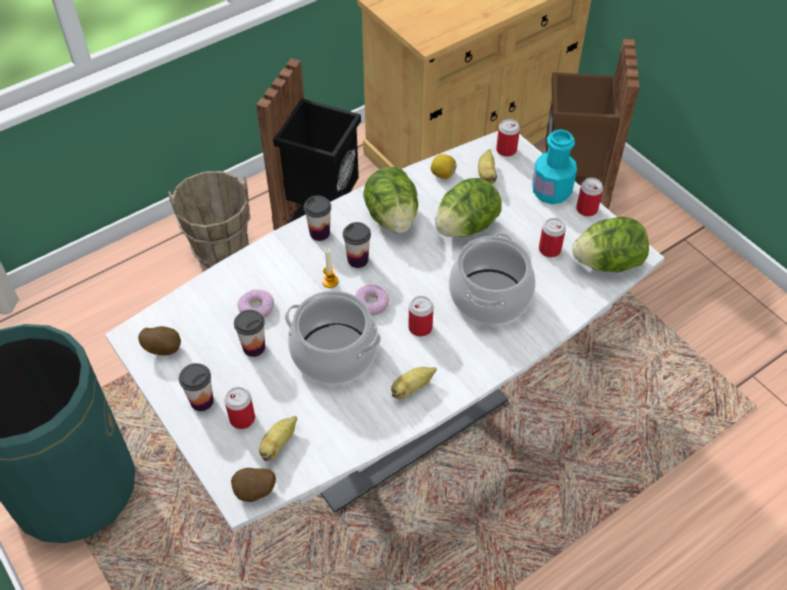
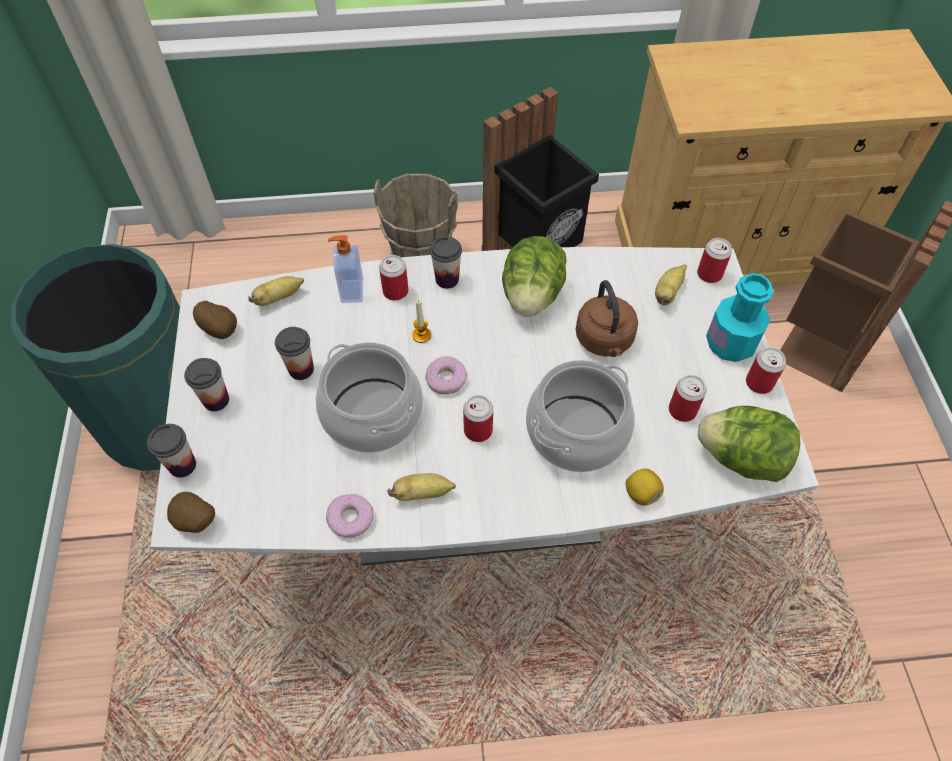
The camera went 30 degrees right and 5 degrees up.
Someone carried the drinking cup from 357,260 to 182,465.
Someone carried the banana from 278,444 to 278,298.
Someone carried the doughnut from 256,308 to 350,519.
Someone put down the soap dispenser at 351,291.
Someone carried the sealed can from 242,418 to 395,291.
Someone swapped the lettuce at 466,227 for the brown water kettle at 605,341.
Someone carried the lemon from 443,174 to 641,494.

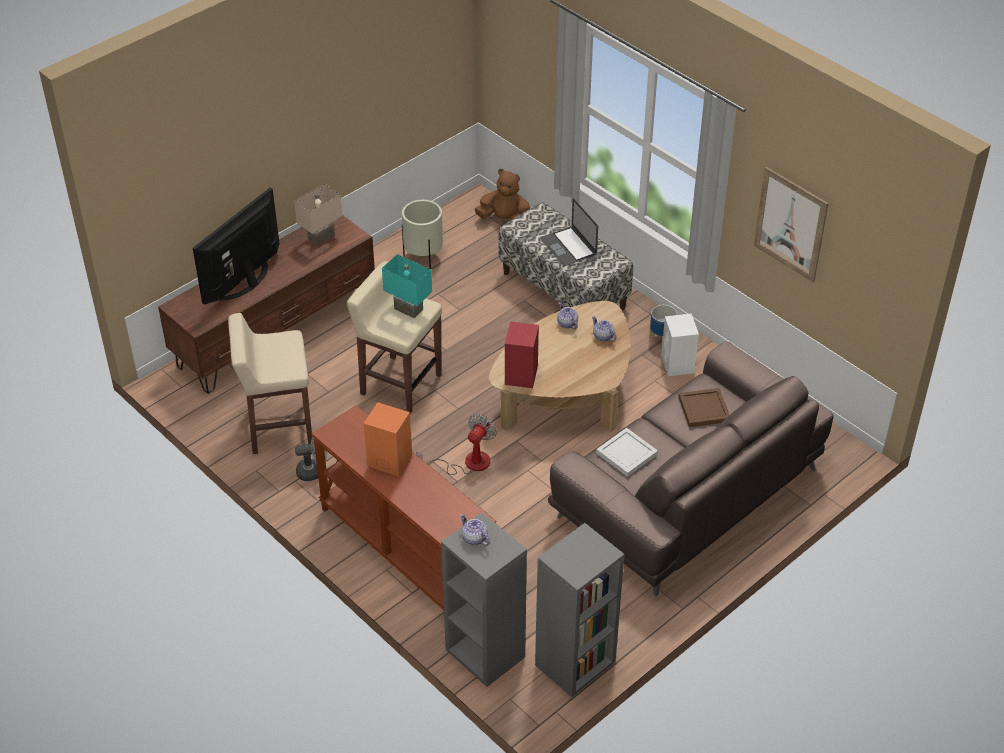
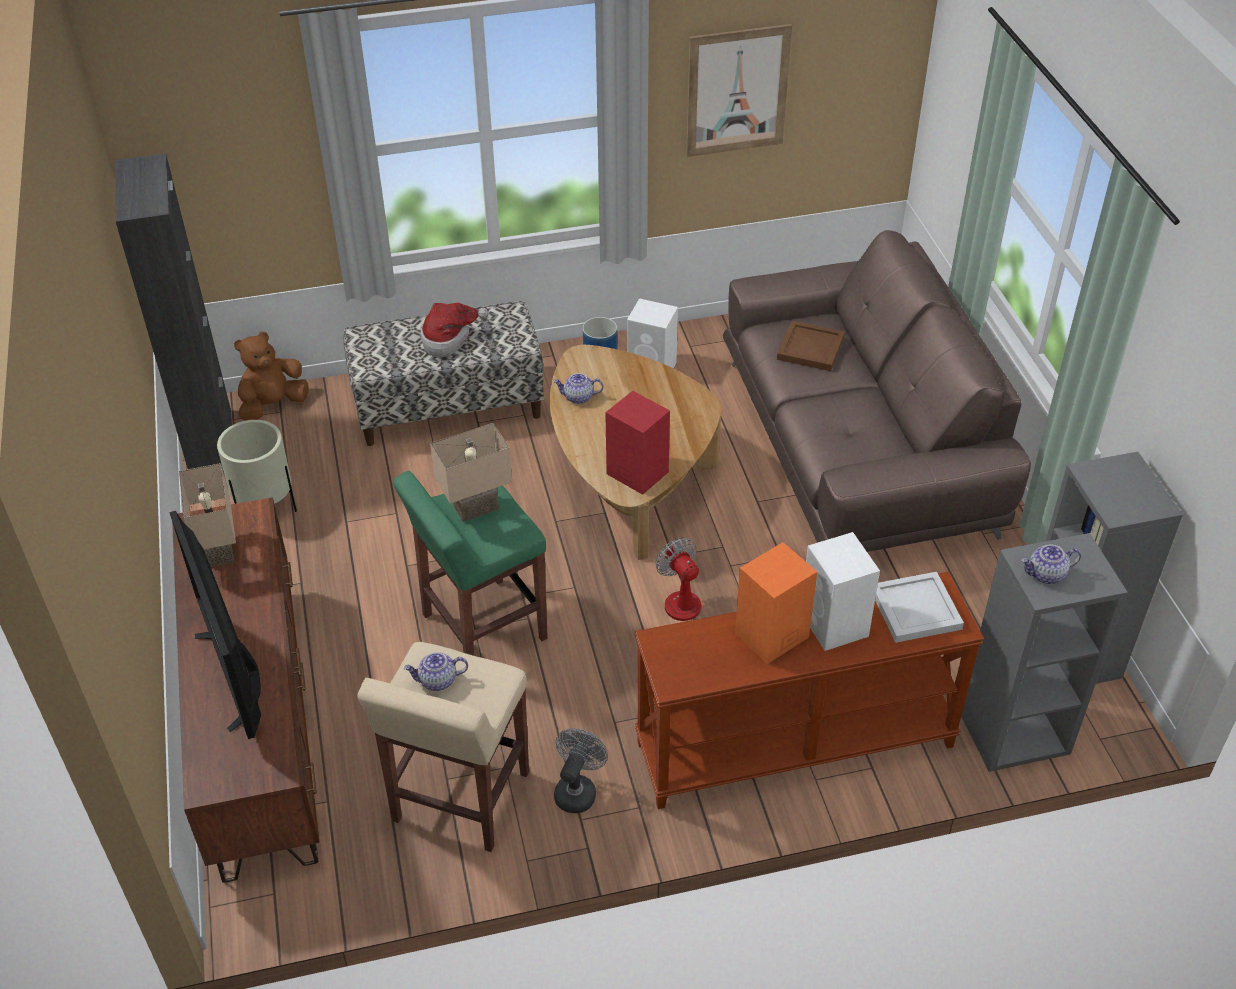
The camera went 60 degrees left and 0 degrees up.
Someone put down the blackish cabinet at 211,444.
Someone repainted the sand-coloured sitting stool at 400,384, which became the green sitting stool at 482,627.
Someone carried the teapot from 603,336 to 437,681.
Someone swapped the notebook computer at 568,246 for the wearable hat at 448,339.
Someone repainted the turquoise table lamp at 407,310, which became the sand-coloured table lamp at 476,509.
Someone put down the white-coloured speaker at 834,625.
Someone carried the white-coloured carrying tray from 627,454 to 916,608.

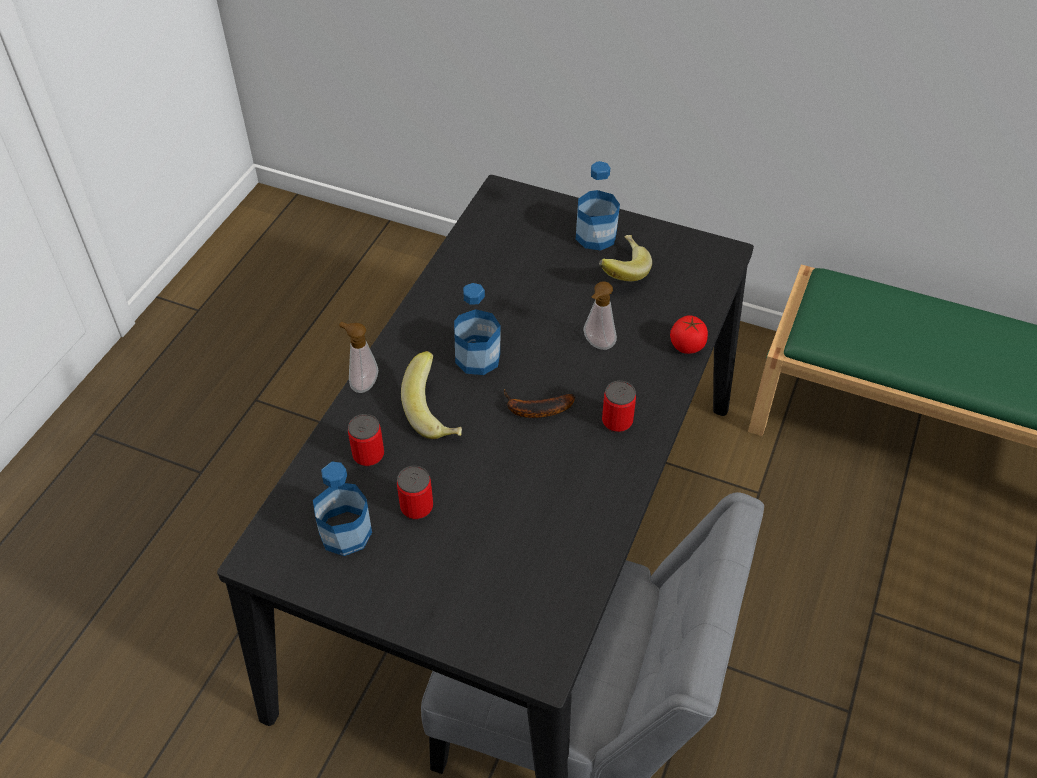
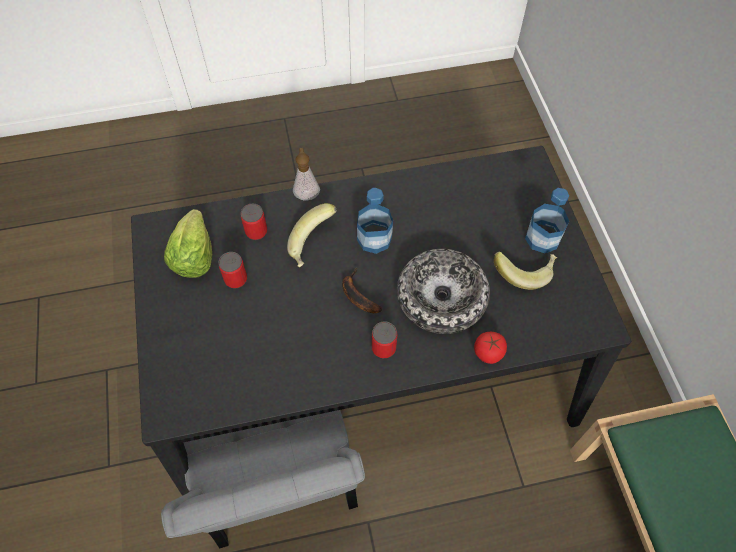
The camera went 55 degrees right and 10 degrees up.
Someone swapped the beverage bottle at 345,533 for the lettuce at 194,256.
Someone swapped the soap dispenser at 597,345 for the bowl at 441,298.

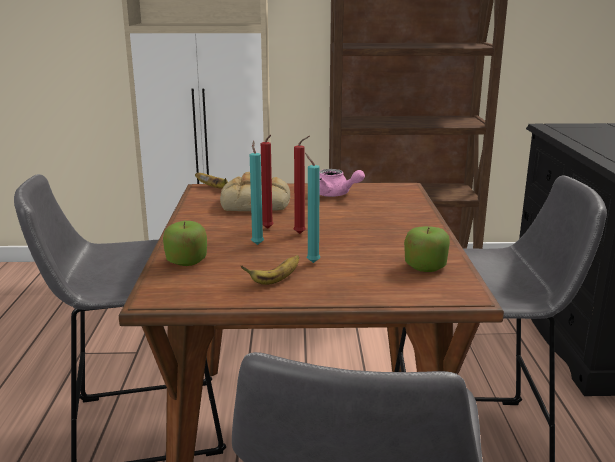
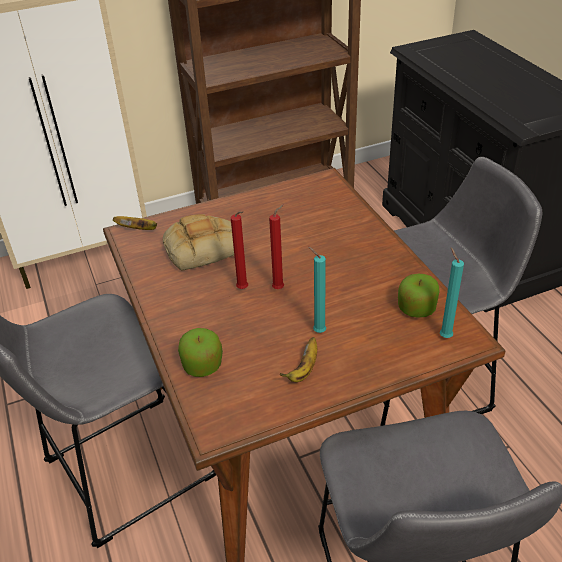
The camera went 20 degrees left and 20 degrees up.
Someone carried the turquoise wax light from 257,244 to 444,335.
Someone took away the pink-coloured teapot at 335,195.

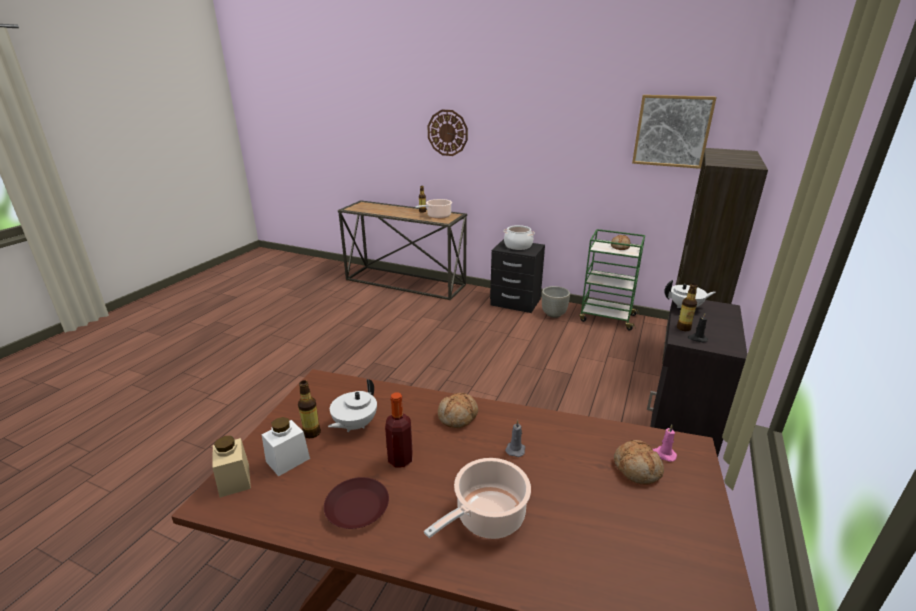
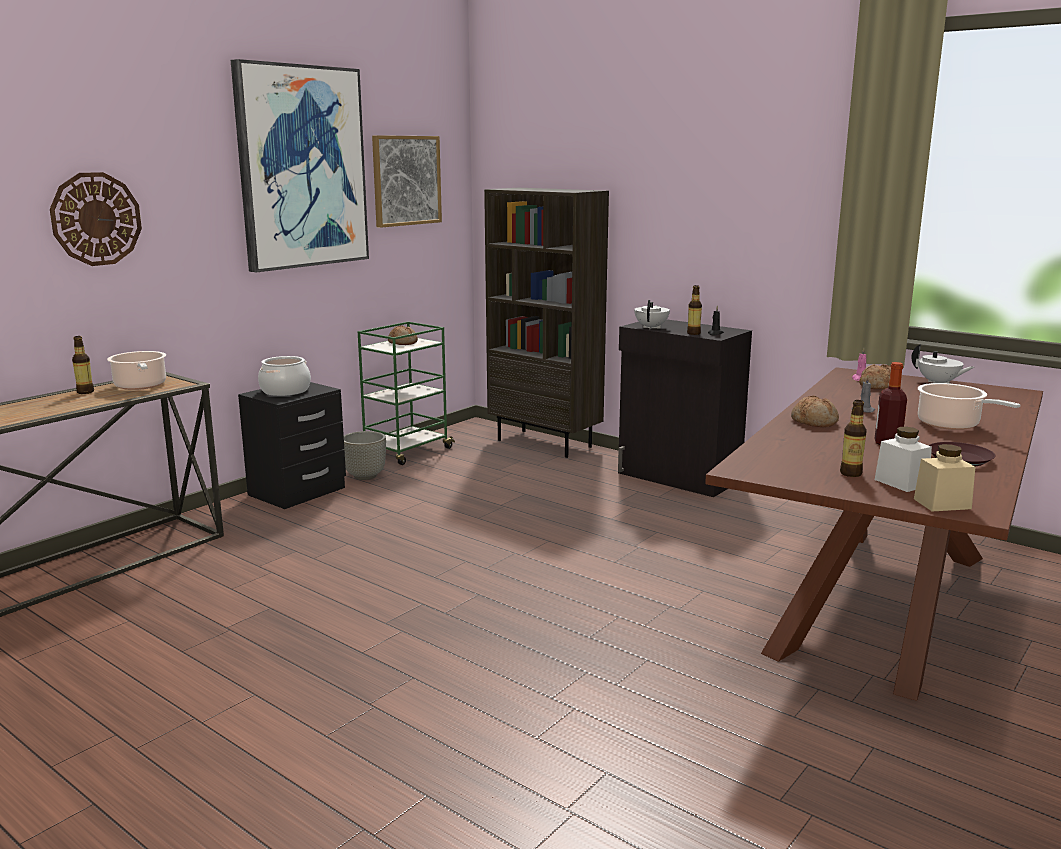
The camera went 75 degrees left and 10 degrees down.
Someone put up the wall art at 301,167.
Someone carried the white-coloured teapot from 354,425 to 938,383.

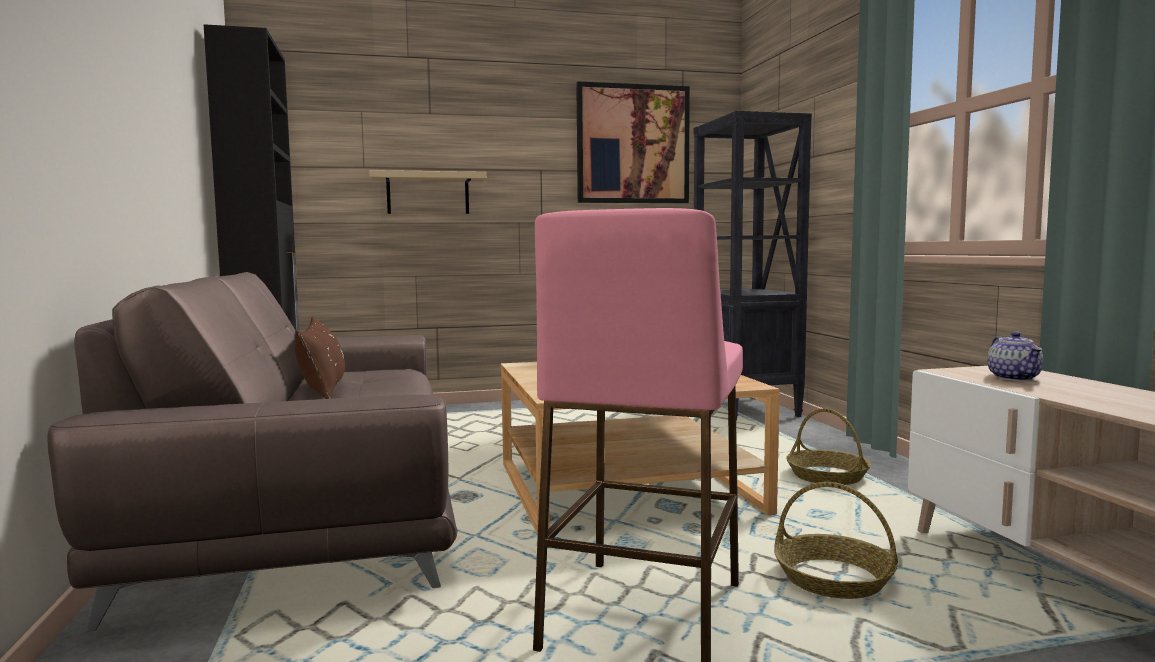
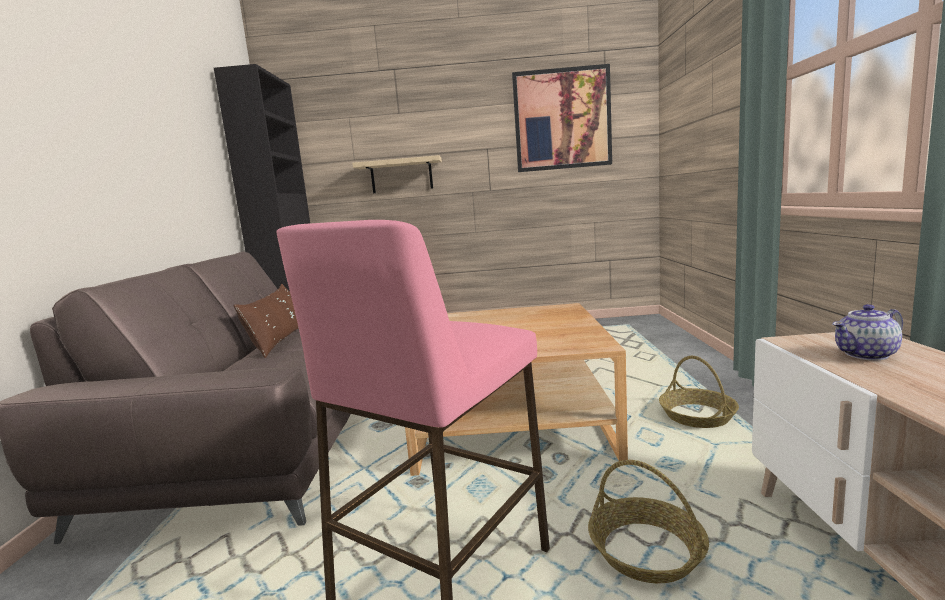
The camera went 15 degrees right and 5 degrees up.
Someone rotated the teapot at 1014,378 by 60 degrees clockwise.
Someone took away the blackish bookcase at 745,409.

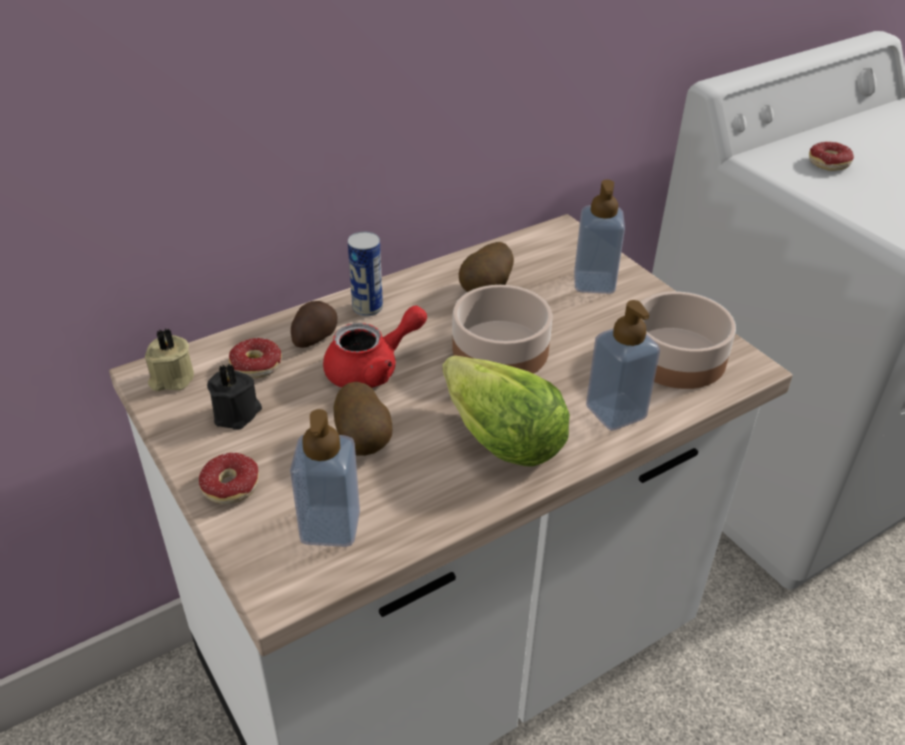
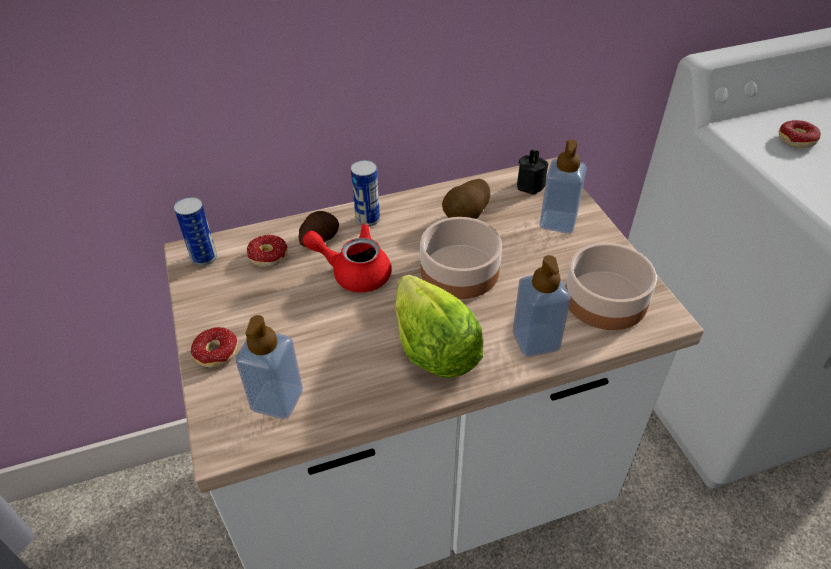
The camera went 15 degrees right and 5 degrees up.
Someone swapped the sand-coloured wax light at 171,378 for the sealed can at 204,257.
Someone rotated the reddish teapot at 372,369 by 150 degrees counterclockwise.
Someone carried the blackish wax light from 238,413 to 532,185.
Someone took away the whole potato at 364,442.

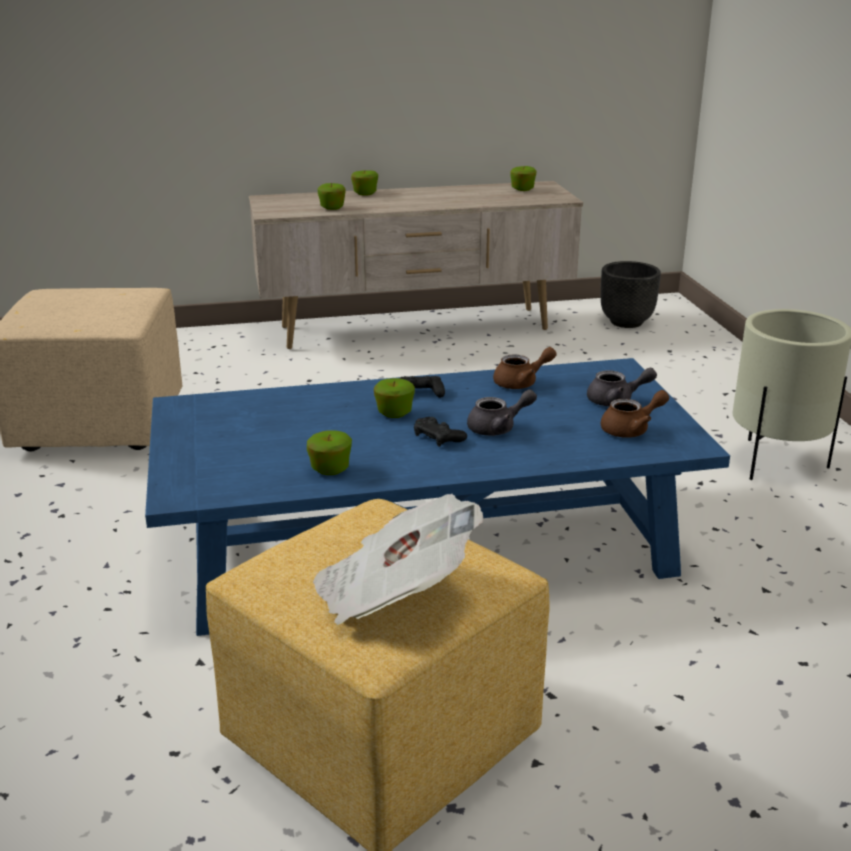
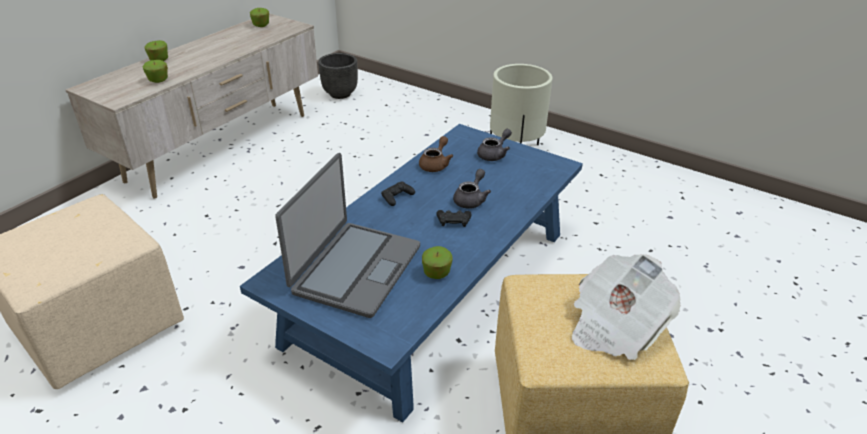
The camera went 45 degrees left and 10 degrees up.
Someone put down the notebook computer at 355,269.
Someone took away the apple fruit at 394,413.
Someone took away the brown teapot at 631,430.

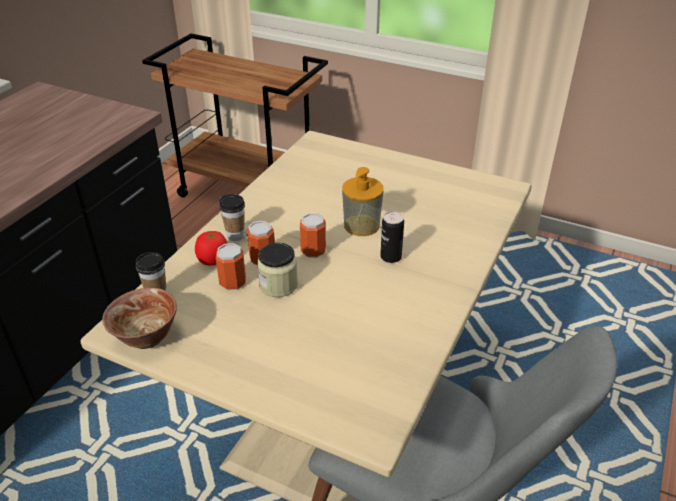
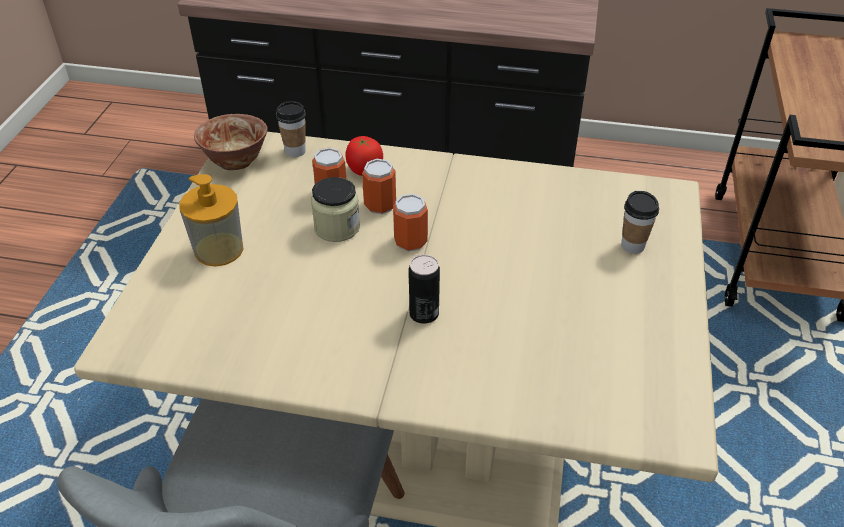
The camera went 75 degrees right and 5 degrees up.
Someone carried the soap dispenser from 361,225 to 219,249.
Someone carried the drinking cup from 235,236 to 632,246.

